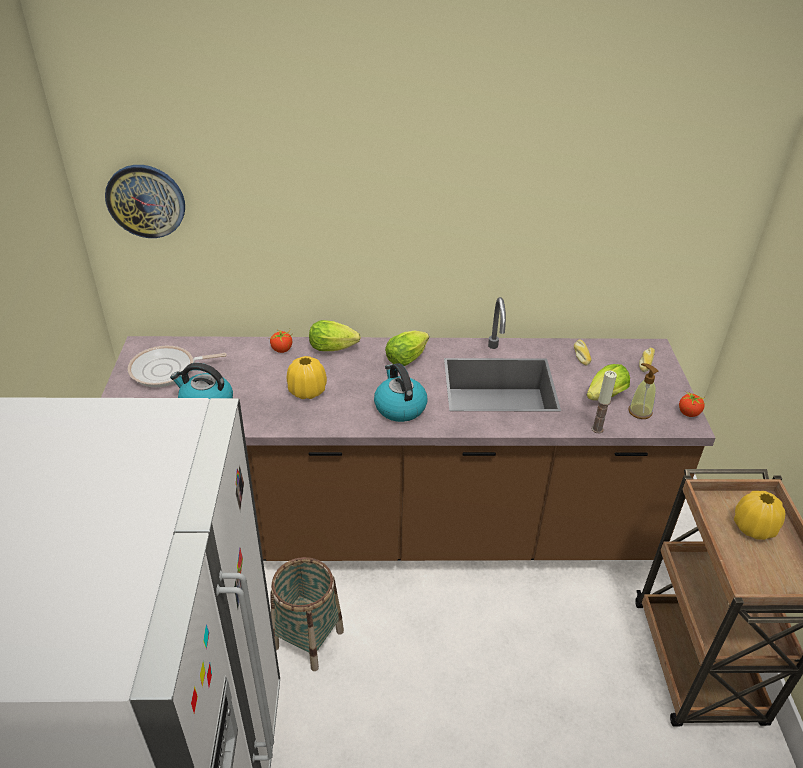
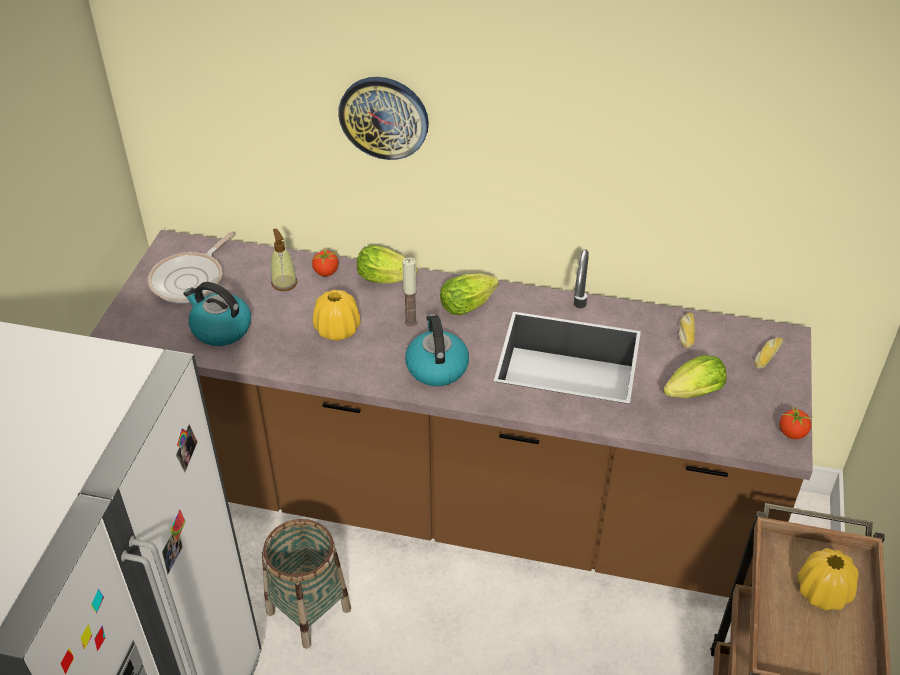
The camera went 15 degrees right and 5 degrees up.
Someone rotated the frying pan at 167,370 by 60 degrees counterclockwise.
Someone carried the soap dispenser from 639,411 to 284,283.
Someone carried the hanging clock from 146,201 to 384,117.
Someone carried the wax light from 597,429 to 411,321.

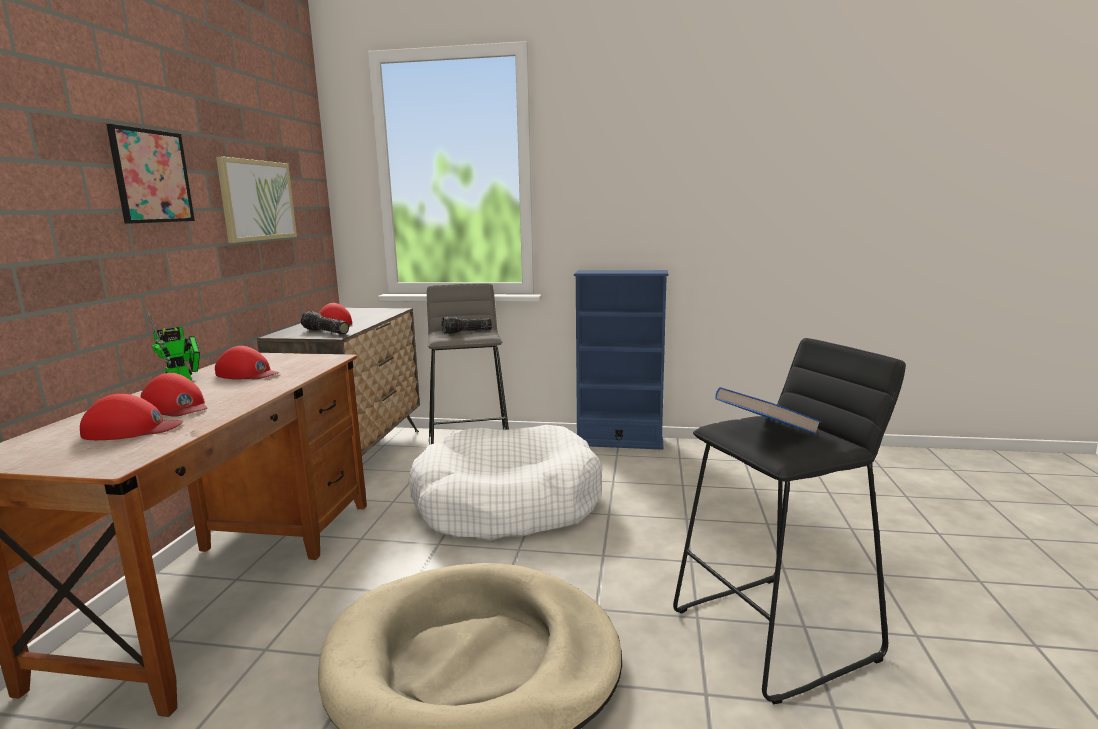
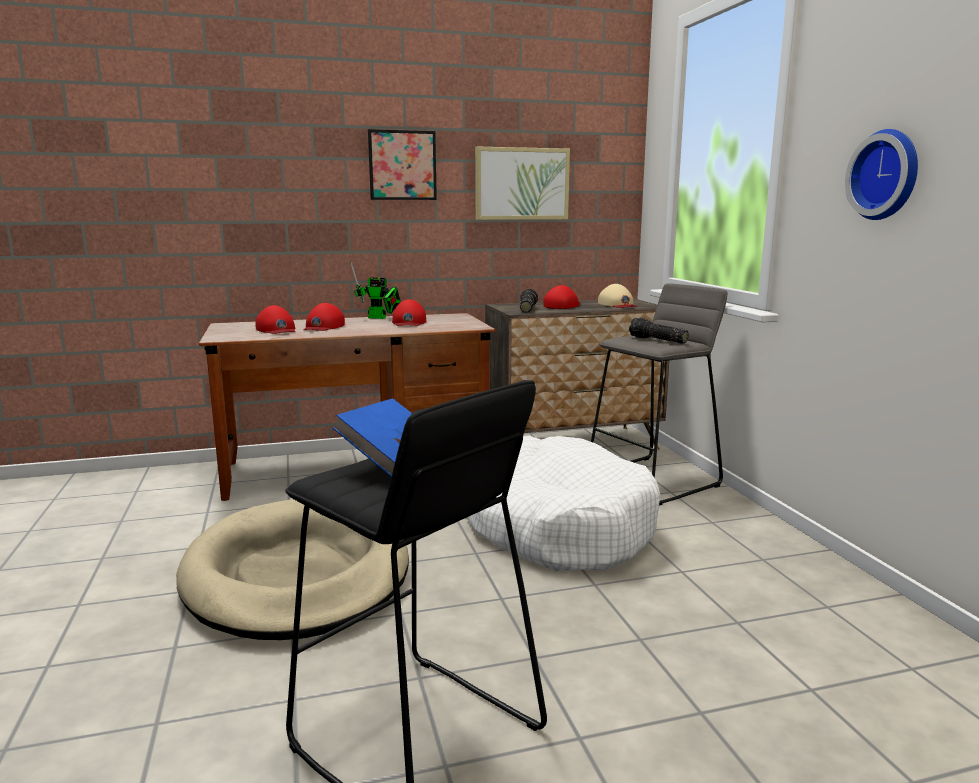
The camera went 65 degrees right and 0 degrees up.
Someone put down the sand-coloured peaked cap at 617,305.
Someone put up the hanging clock at 887,175.
Someone took away the blue-coloured bookcase at 619,442.

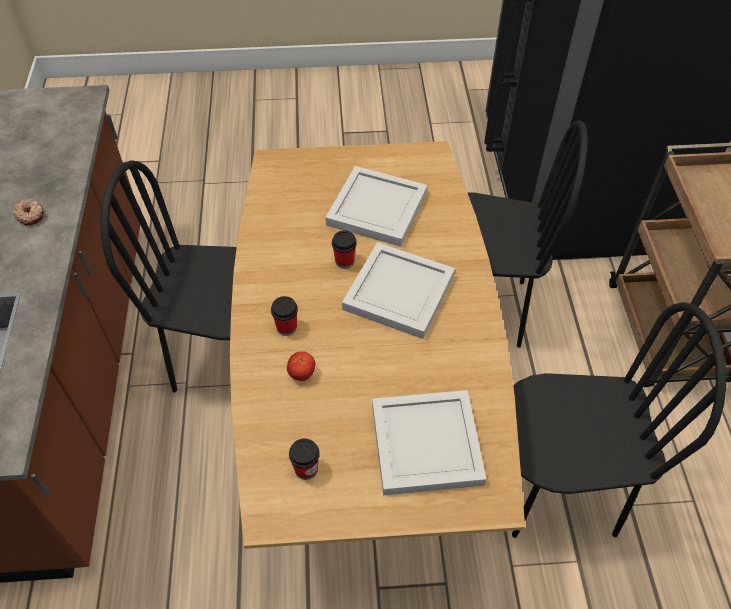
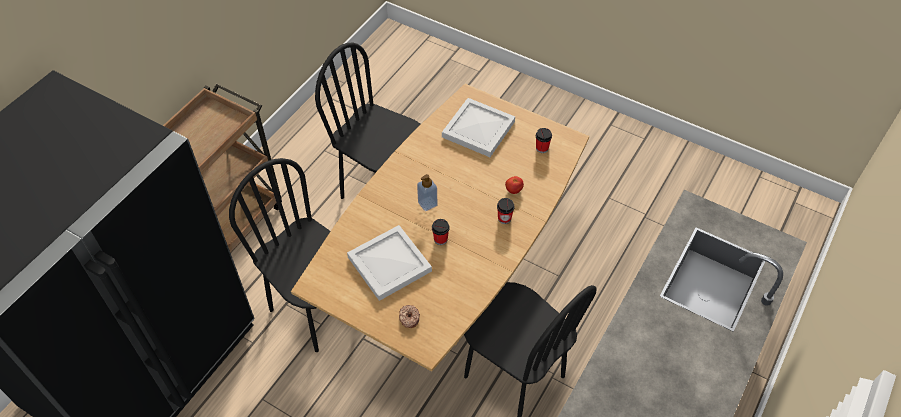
The camera went 145 degrees left and 0 degrees up.
Someone carried the doughnut from 30,215 to 409,318.
Someone swapped the white-coloured carrying tray at 397,293 for the soap dispenser at 427,204.

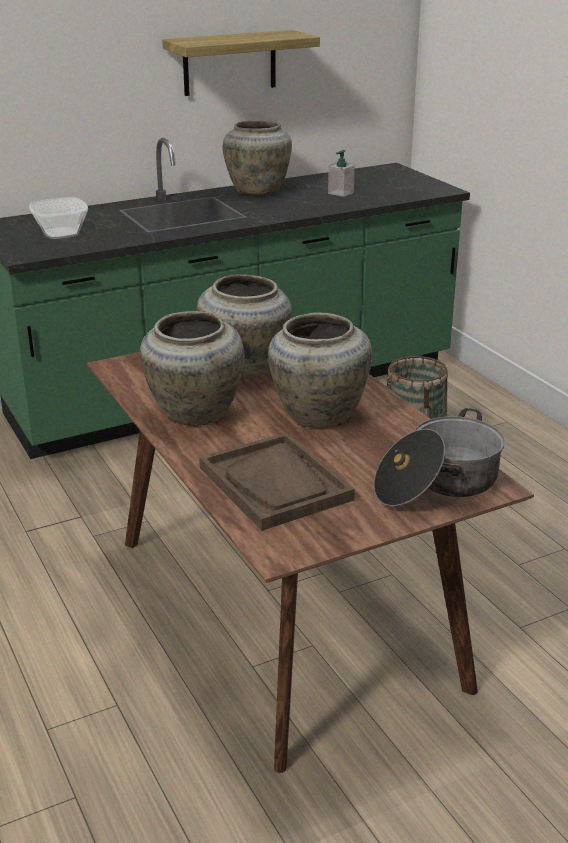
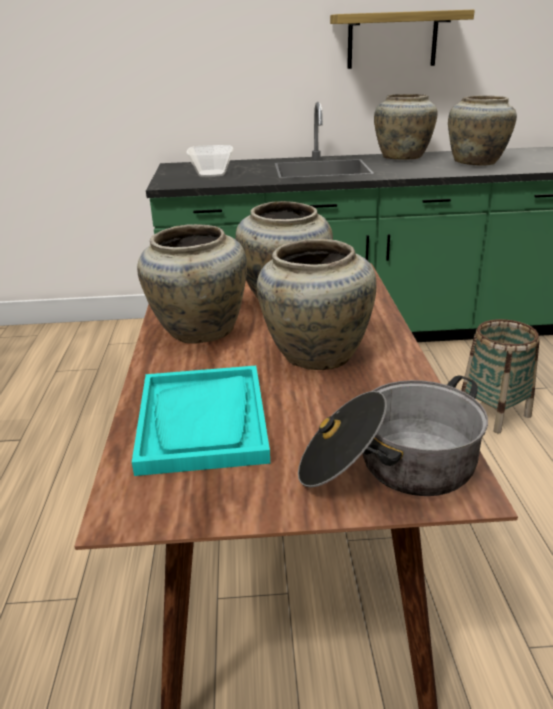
The camera went 25 degrees right and 0 degrees up.
Someone repainted the brown carrying tray at 275,484, which became the turquoise carrying tray at 203,421.
Someone swapped the soap dispenser at 340,193 for the sand-coloured vase at 477,163.

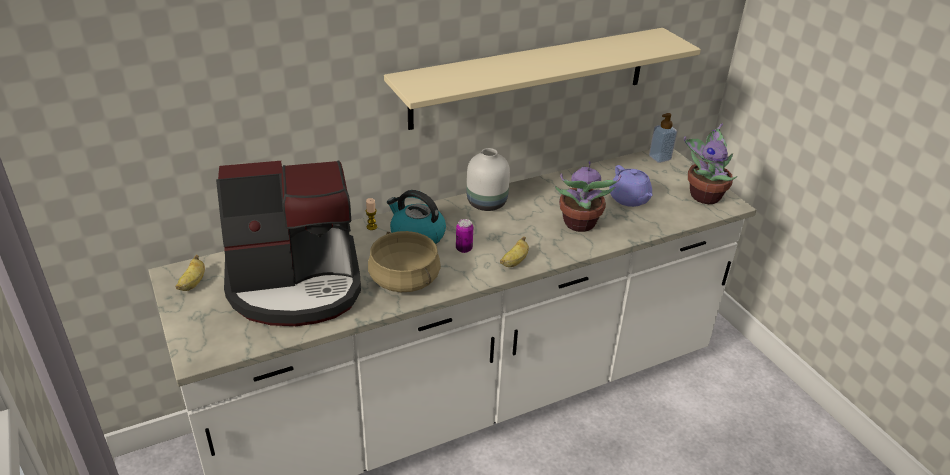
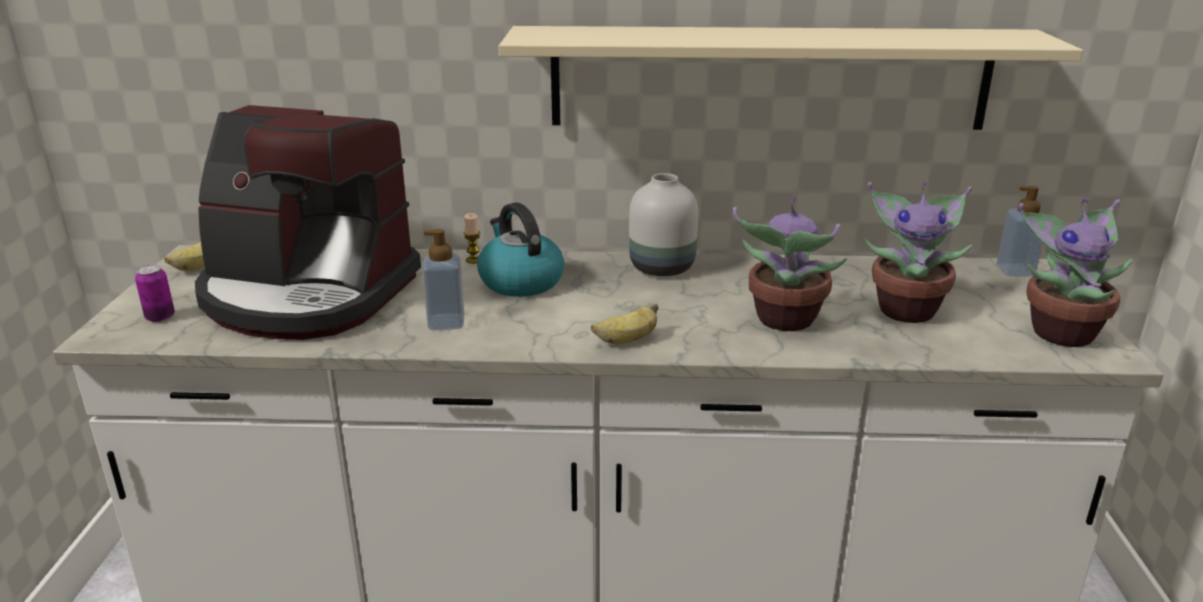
The camera went 30 degrees right and 10 degrees down.
Someone carried the sealed can from 464,249 to 160,317.
Someone swapped the sand-coloured saucepot at 405,279 for the soap dispenser at 446,322.
Someone swapped the purple teapot at 629,199 for the houseplant at 907,309.

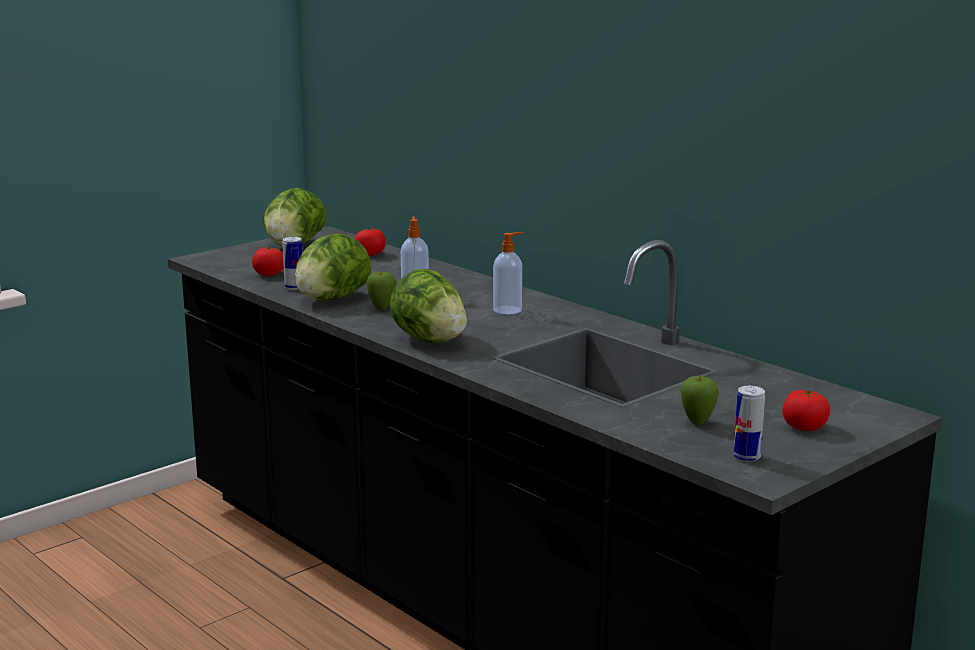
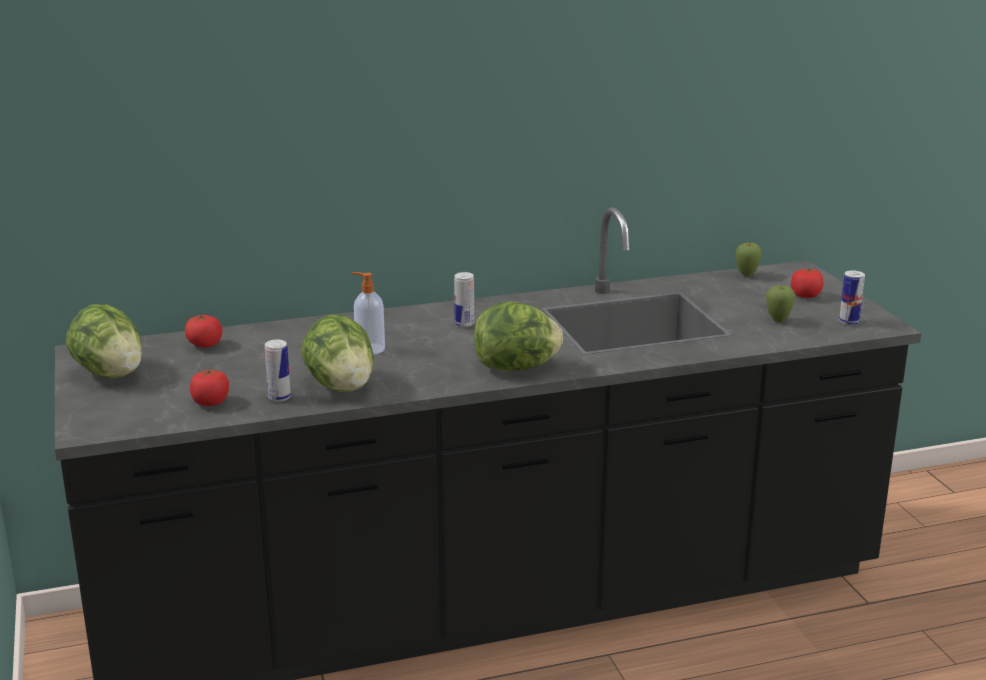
The camera went 65 degrees left and 5 degrees up.
Someone swapped the soap dispenser at 508,310 for the sealed can at 464,324.
Someone carried the apple fruit from 382,308 to 746,275.

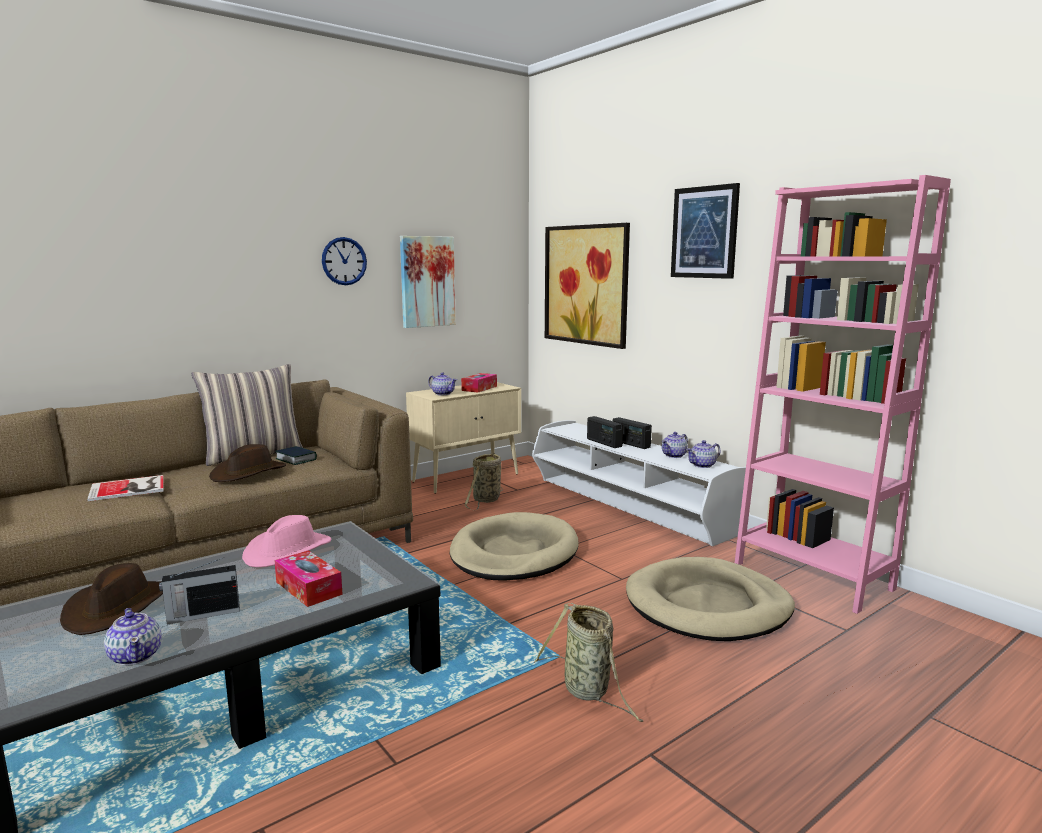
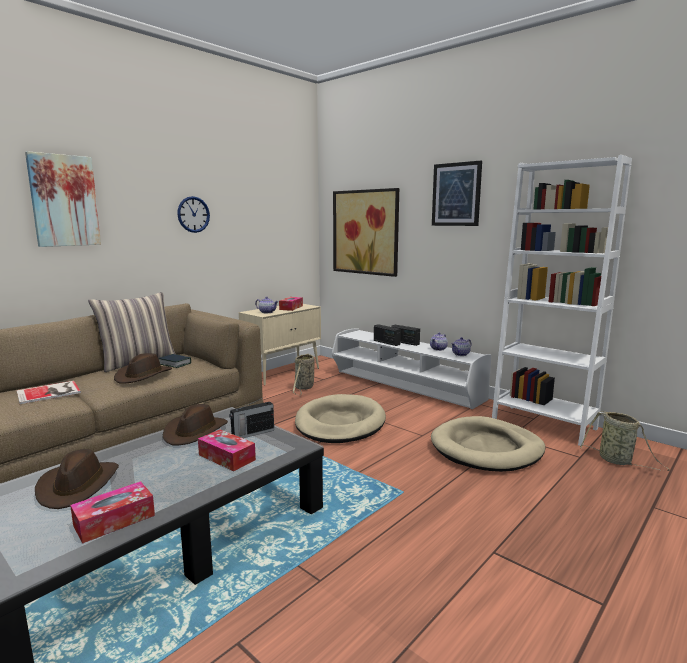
The camera went 10 degrees left and 0 degrees up.
Someone carried the wall art from 427,281 to 64,201.
Someone swapped the teapot at 136,655 for the tissue box at 114,520.
Someone repainted the pink-coloured wearable hat at 288,551, which became the brown wearable hat at 195,432.
Someone carried the radio set from 202,614 to 252,433.
Someone repainted the pink-coloured bookcase at 812,576, which became the white-coloured bookcase at 543,424.
Someone carried the storage basket from 589,691 to 617,461.

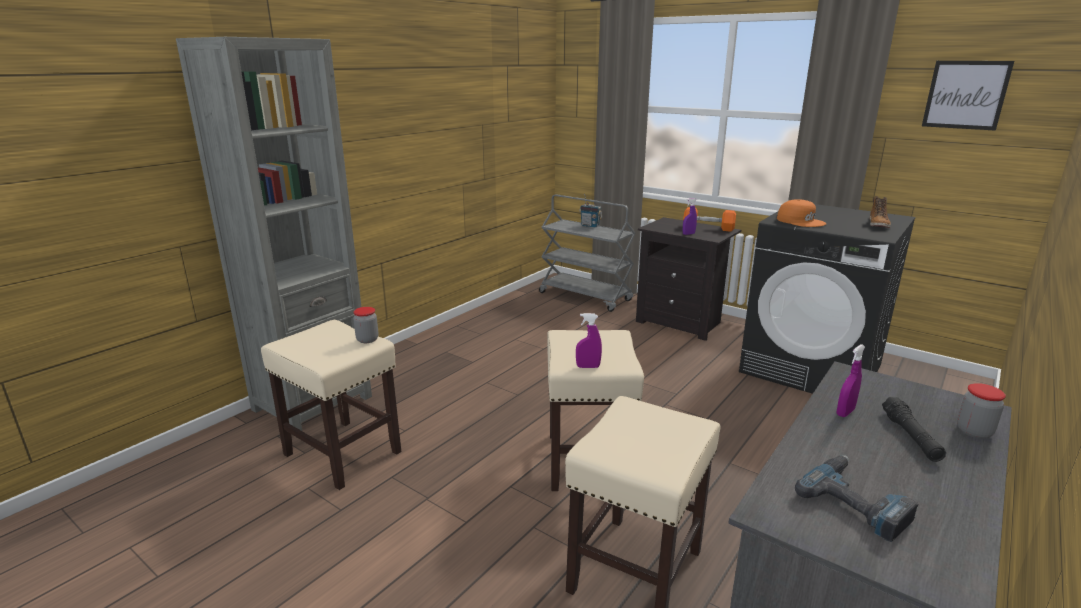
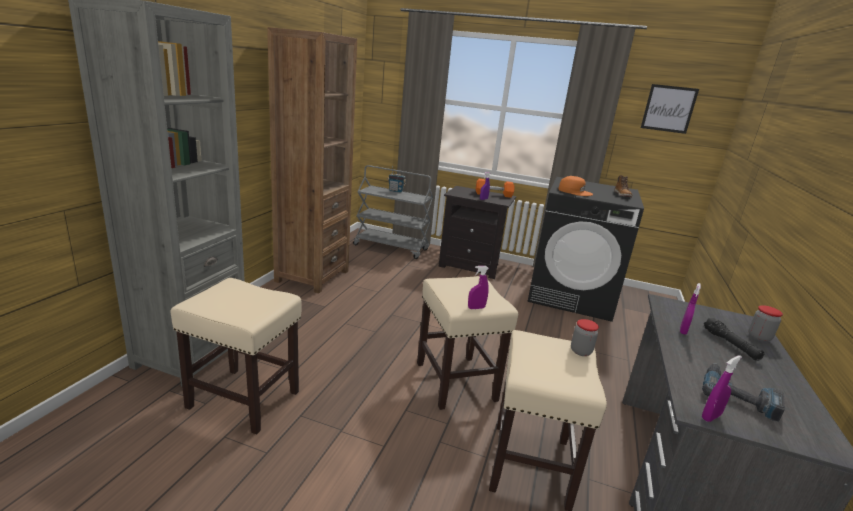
The camera went 20 degrees left and 0 degrees up.
Someone put down the brown bookcase at 312,276.
Someone carried the storage jar from 367,339 to 580,351.
Someone put down the purple sprayer at 711,417.

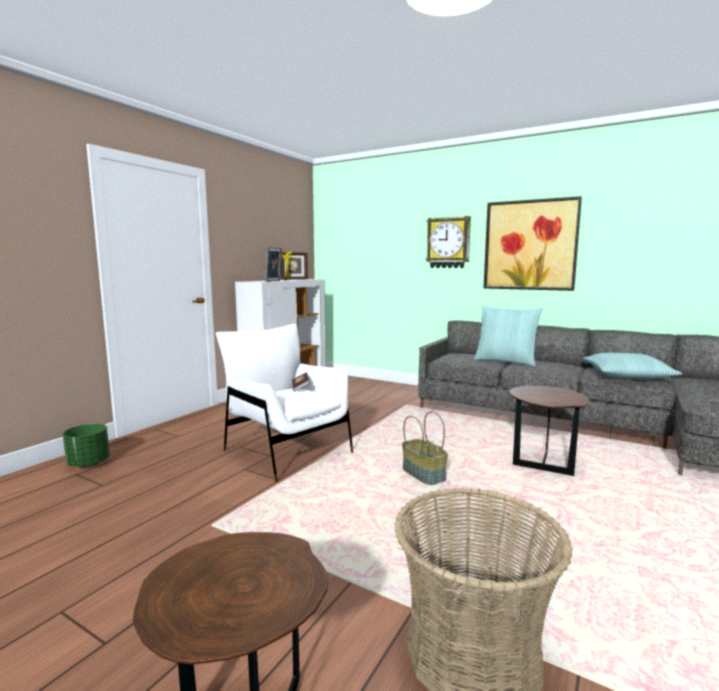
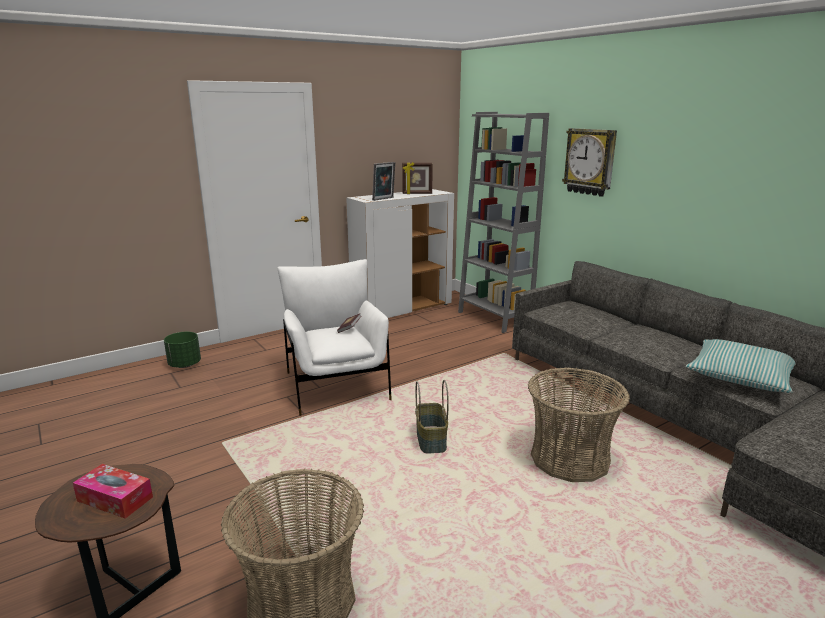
The camera went 25 degrees right and 10 degrees up.
Someone put down the tissue box at 115,499.
Someone put down the gray bookcase at 494,318.
Someone swapped the brown side table at 543,464 for the storage basket at 569,459.
Someone took away the throw pillow at 505,361.
Someone took away the wall art at 530,245.

